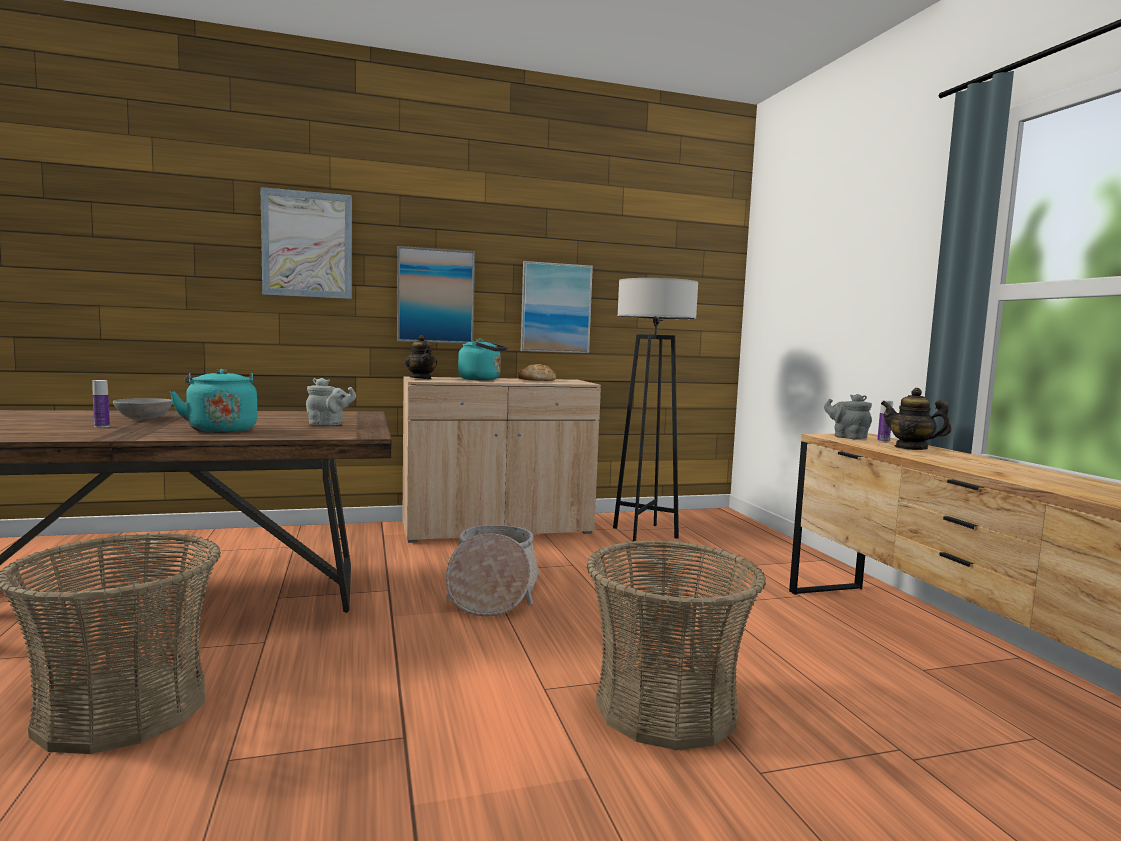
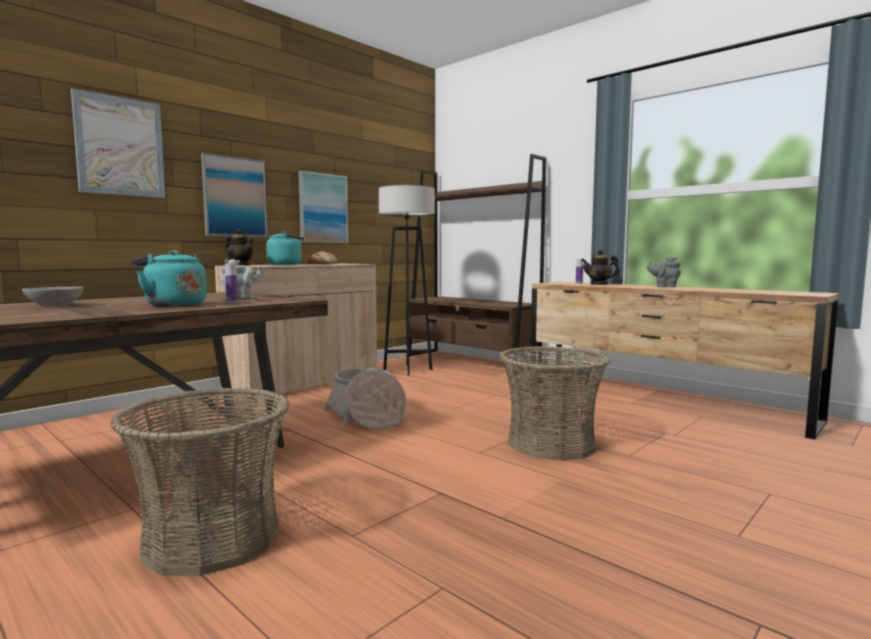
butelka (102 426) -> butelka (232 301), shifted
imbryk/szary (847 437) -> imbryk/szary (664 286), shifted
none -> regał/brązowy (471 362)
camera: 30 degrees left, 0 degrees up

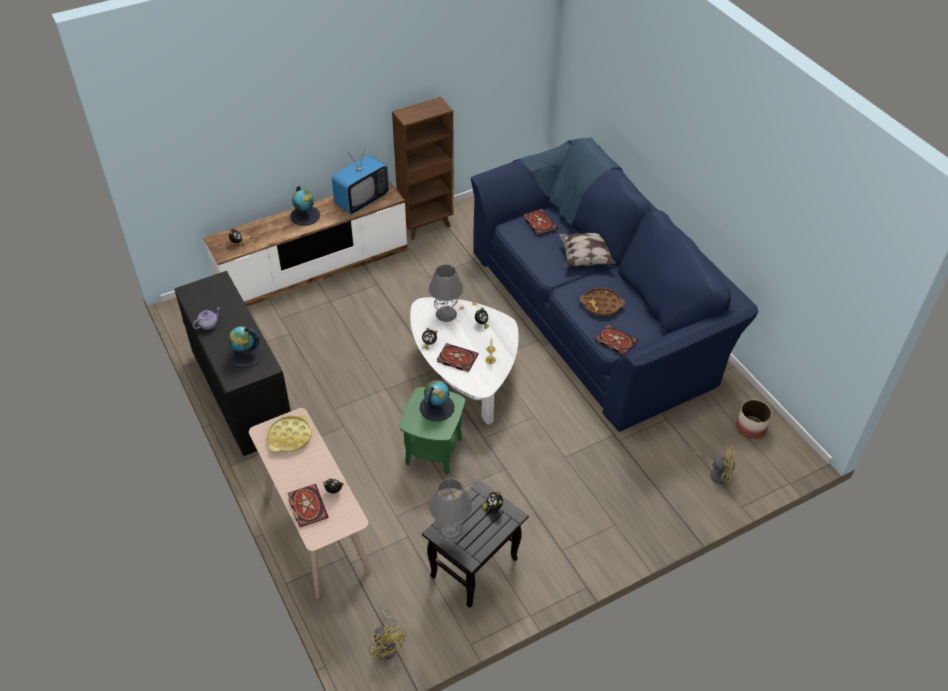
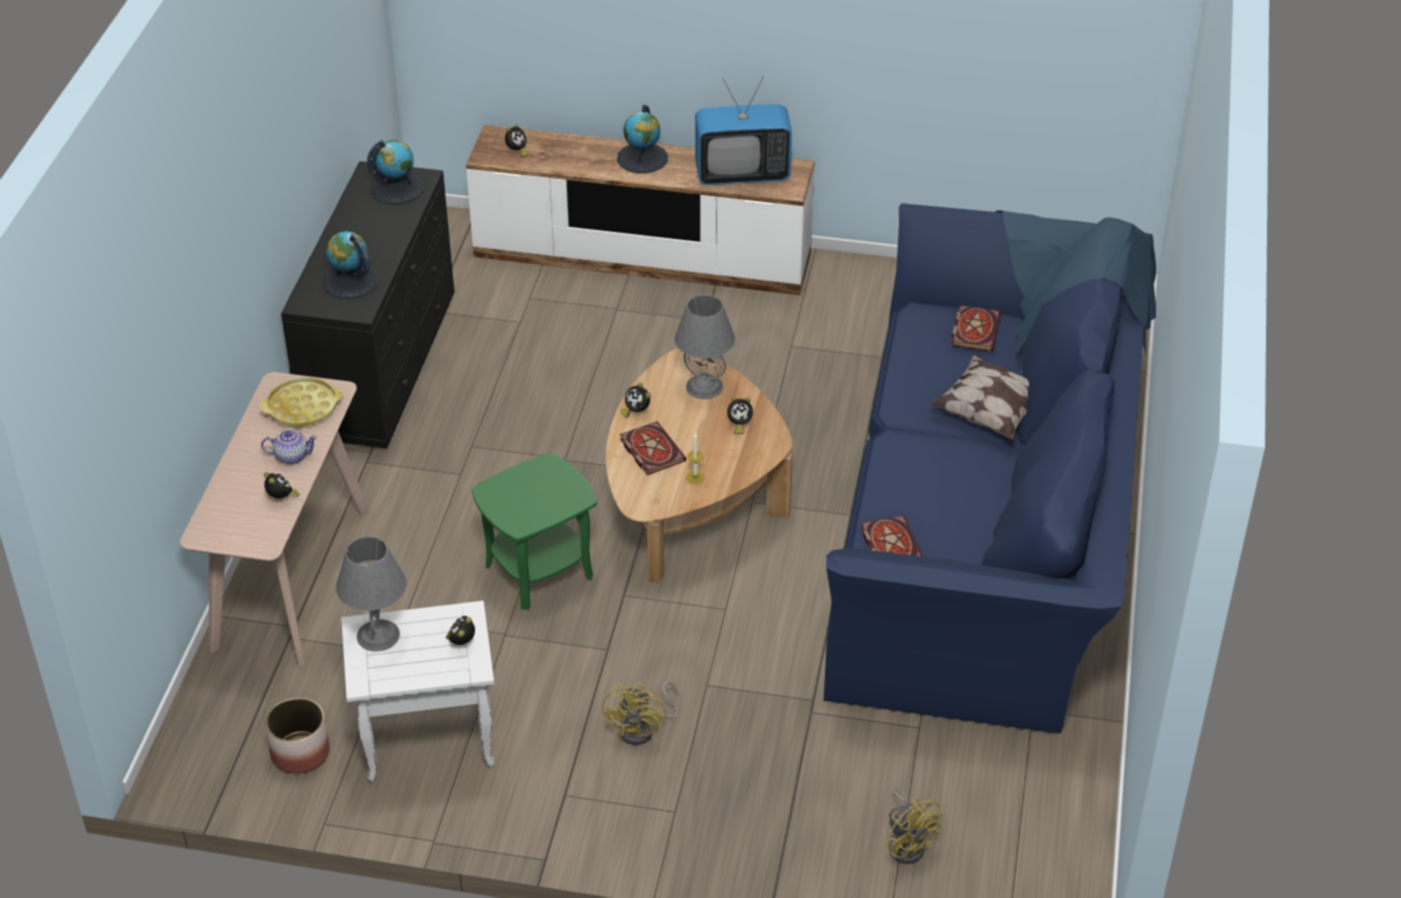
regał/brązowy (426 225) -> none
taca/brązowy (601 305) -> none
ława/biały (465 375) -> ława/brązowy (691 501)
imbryk (208 325) -> imbryk (291 456), shifted
globus (436 407) -> globus (397 188), shifted
donica (750 427) -> donica (300 752), shifted
stolik/czarny (474 570) -> stolik/biały (426 742)
książka (306 506) -> none
wentylator/żółty (388 645) -> wentylator/żółty (643 729), shifted
camera: 40 degrees right, 5 degrees down

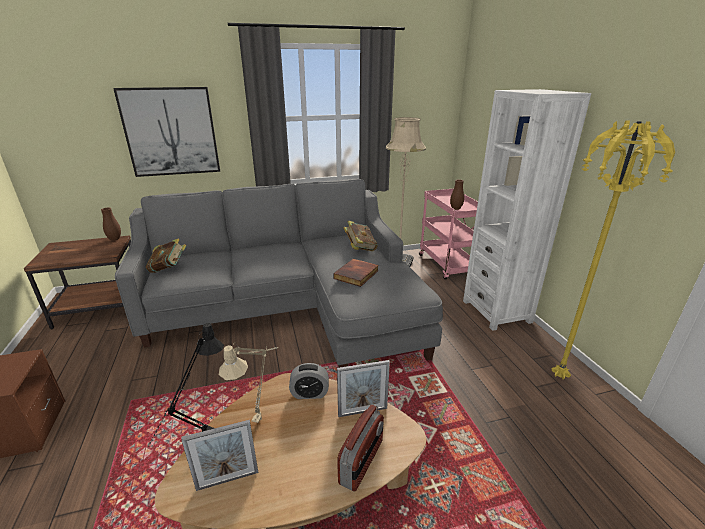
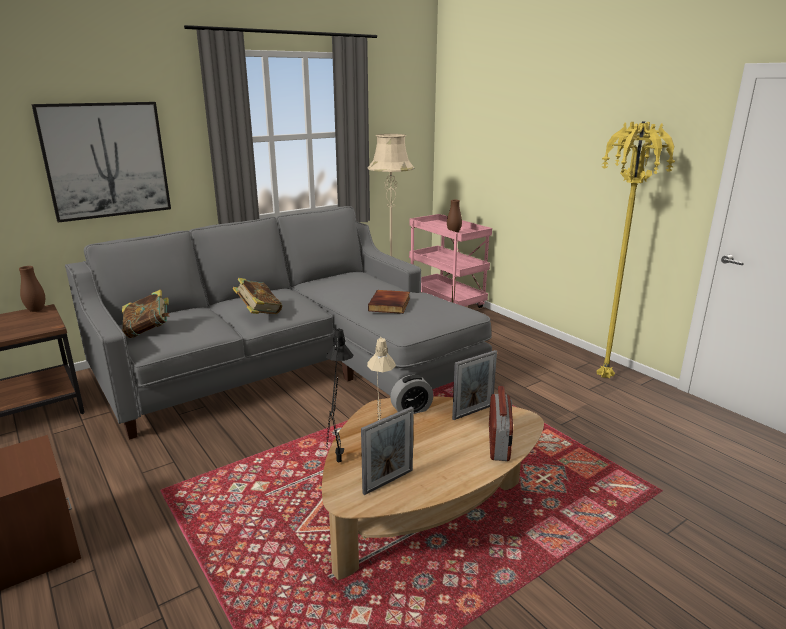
regał/biały (496 311) -> none
książka (360 248) -> książka (259 313), shifted
camera: 20 degrees left, 5 degrees down

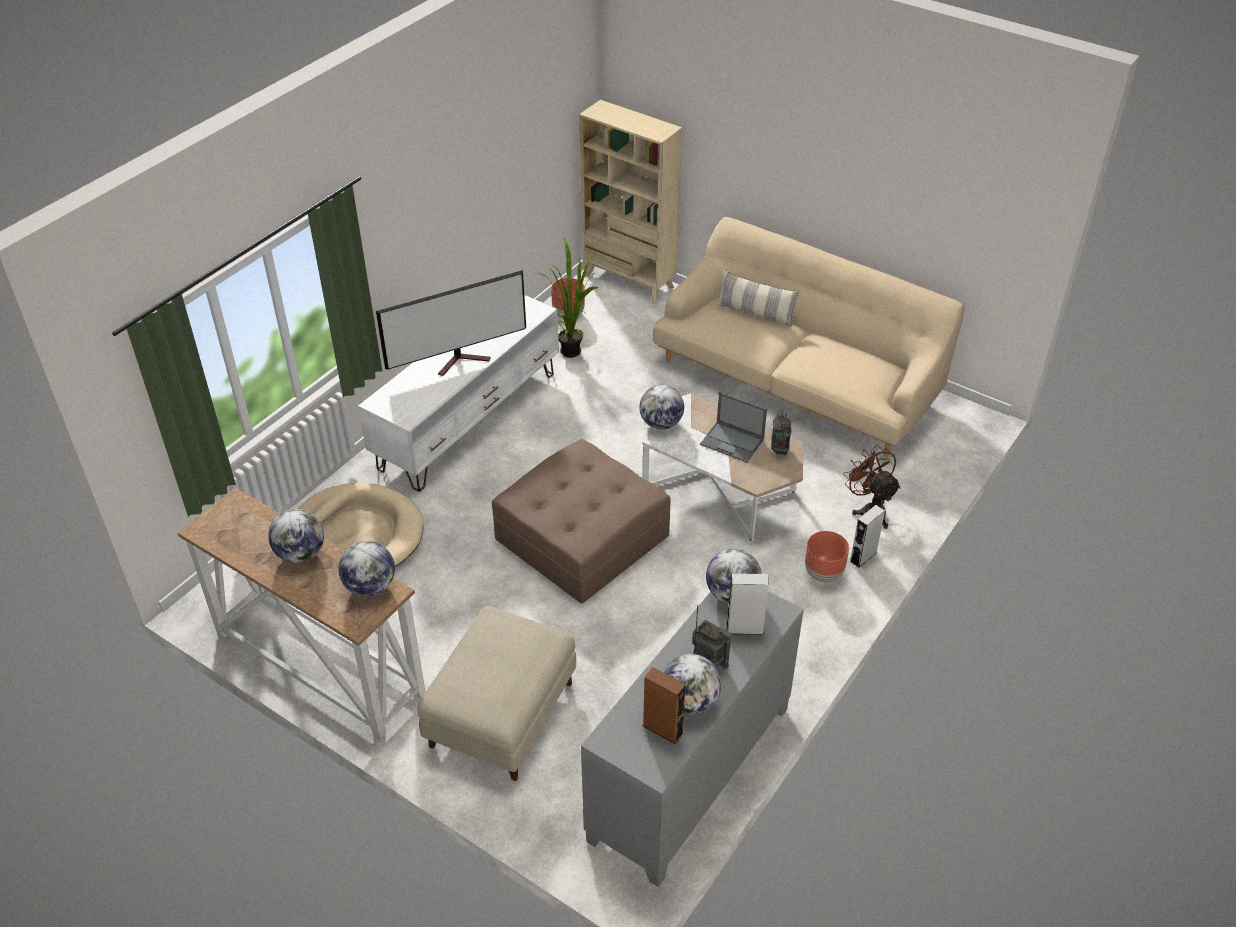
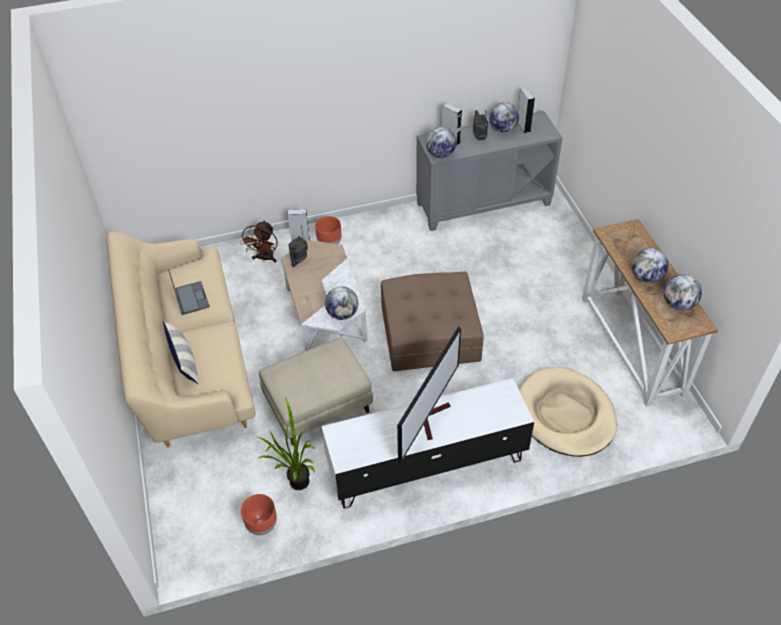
regał/beżowy (629 281) -> none
telewizor (462 361) -> telewizor (431 417), 105 degrees clockwise
laptop (732 442) -> laptop (191 297), shifted
globus (370 586) -> globus (678 304), shifted
pufa/beżowy (502 713) -> pufa/beżowy (317 406), shifted
głośnik/brązowy (663 729) -> głośnik/szary (523 126)
camera: 140 degrees left, 5 degrees up

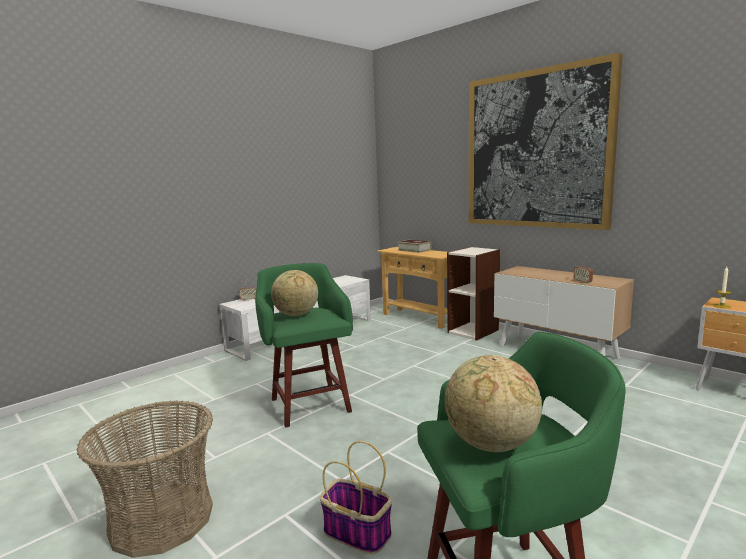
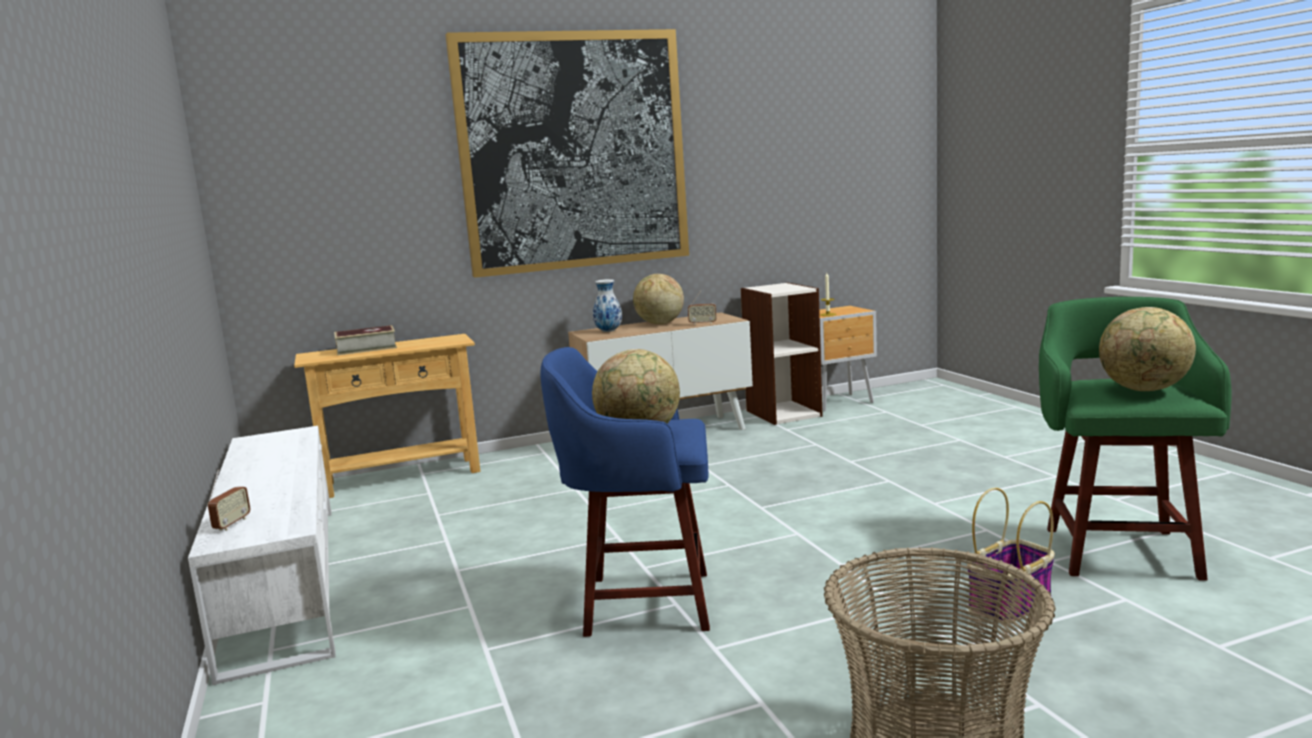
regał (473 331) -> regał (783 413), shifted
stołek/zielony (309 404) -> stołek/niebieski (642 603)
none -> globus (659 324)
none -> wazon (609 331)
camera: 65 degrees left, 0 degrees up

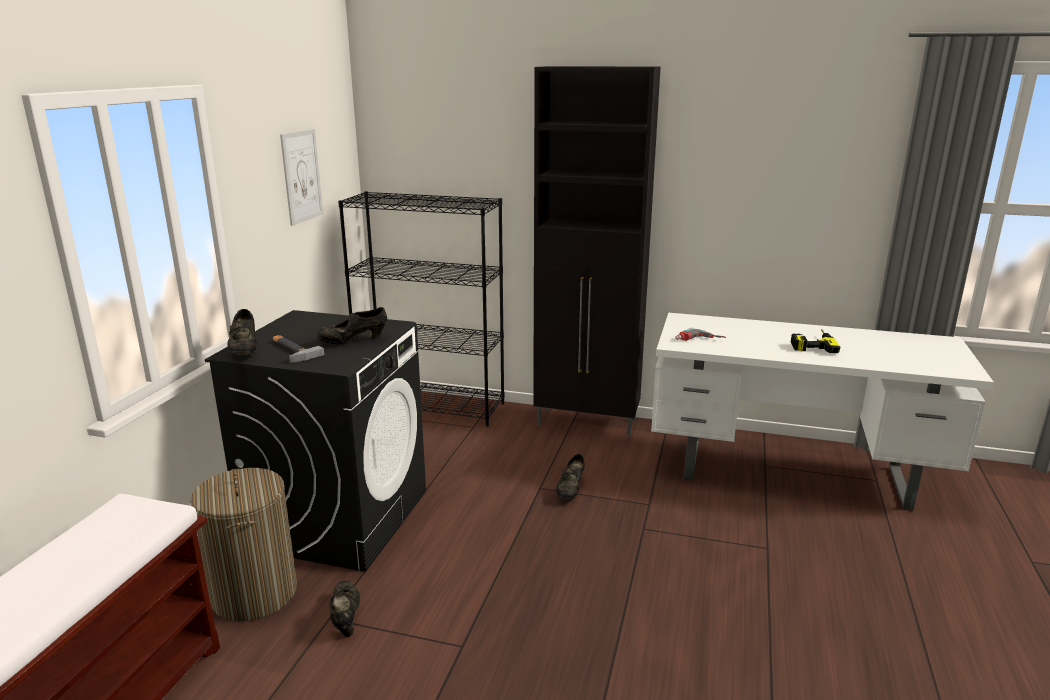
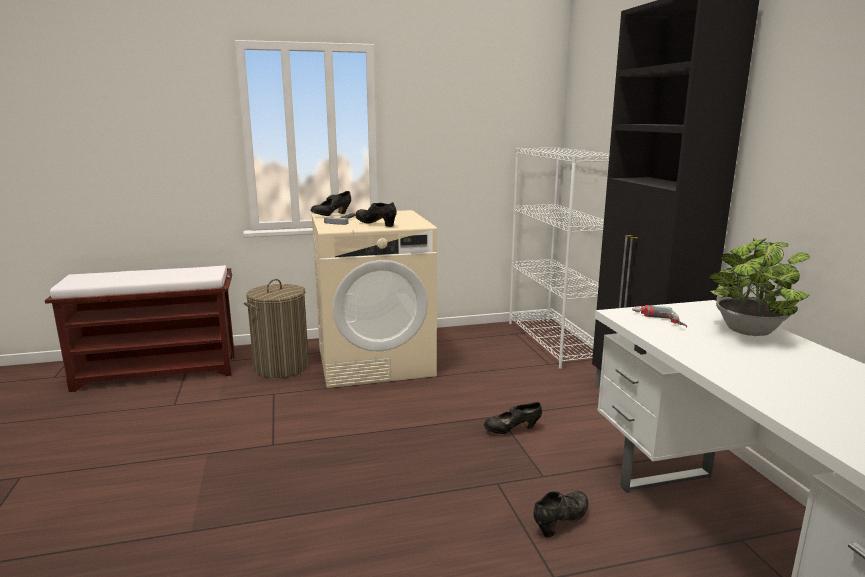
obraz (302 176) -> none
regał/czarny (432 406) -> regał/biały (554 342)
pralka/czarny (339 517) -> pralka/beżowy (375 361)
wiertarka (811 343) -> none
but/czarny (345 617) -> but/czarny (561 522), shifted
none -> roślina doniczkowa (748 333)
camera: 60 degrees right, 5 degrees down

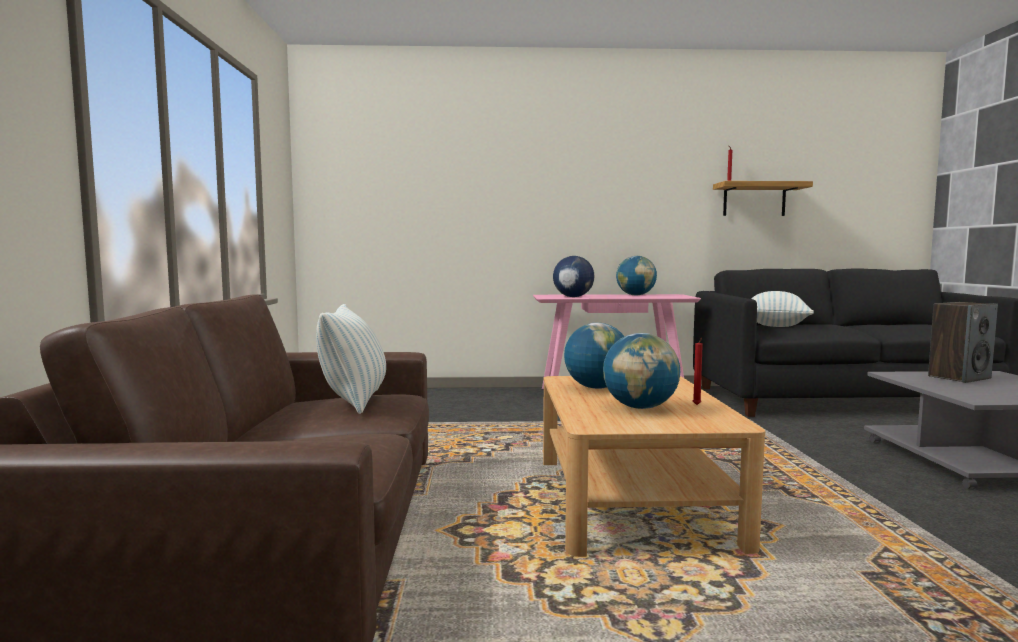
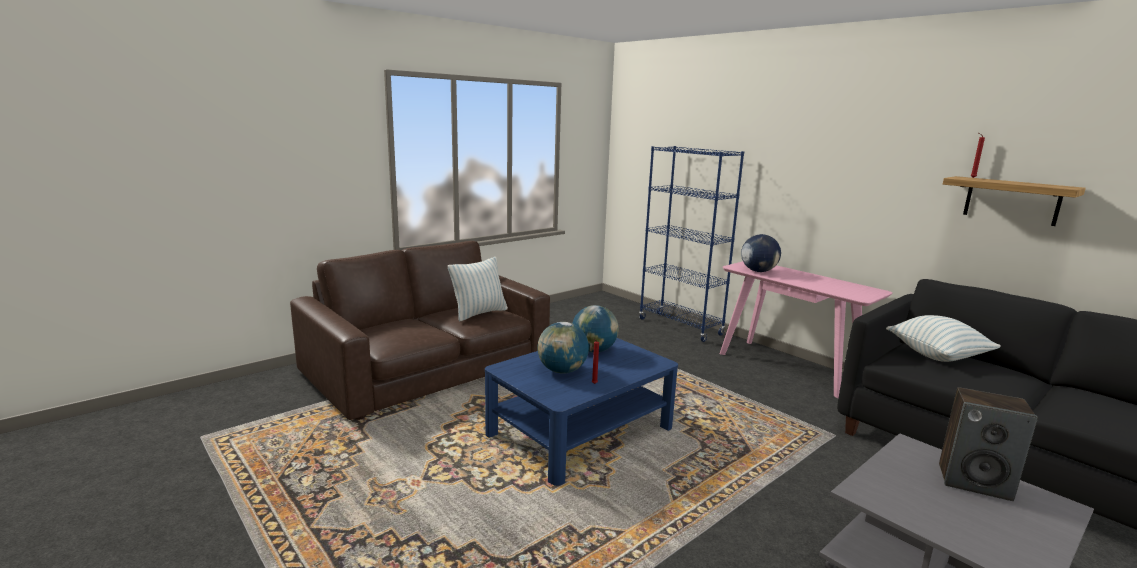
globus (636 295) -> none
ława/beżowy (632 499) -> ława/niebieski (580 431)
none -> regał/niebieski (680 327)
camera: 50 degrees right, 10 degrees up

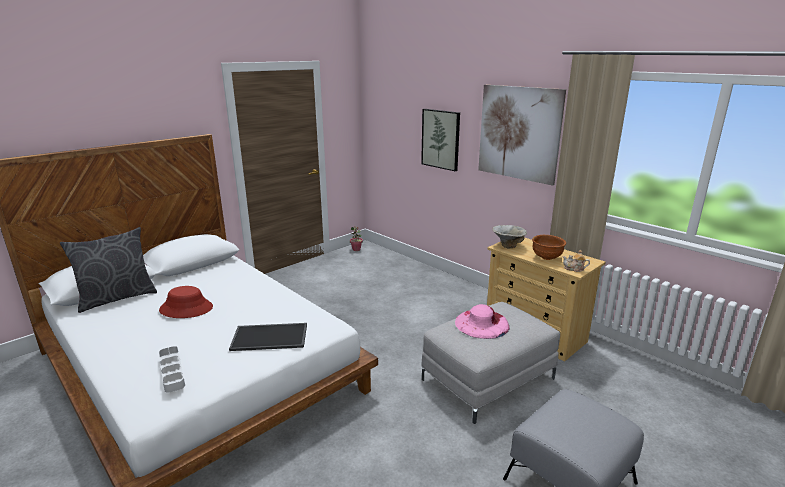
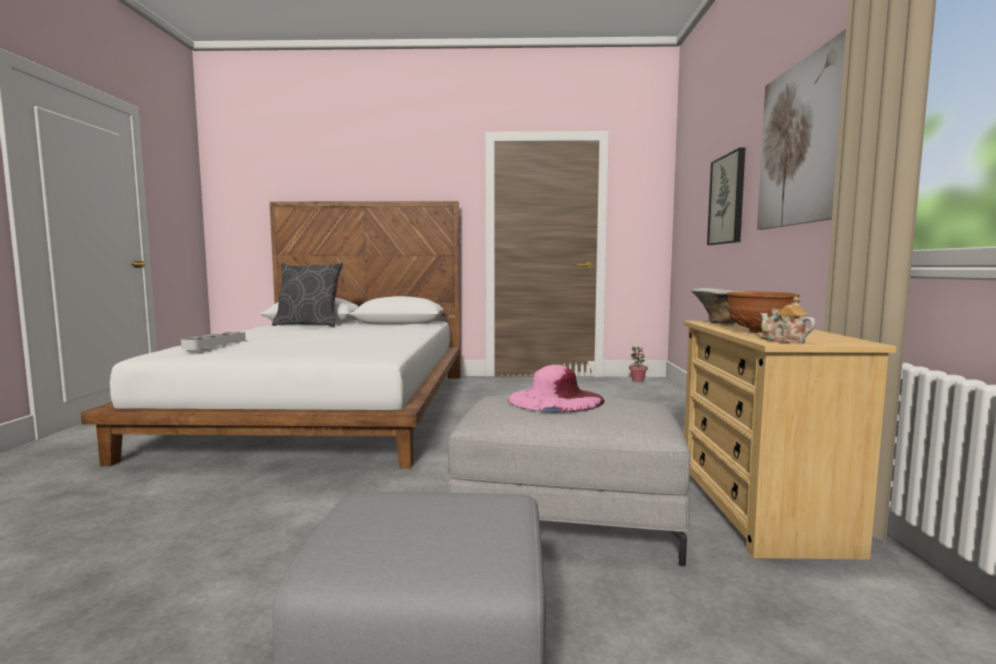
kapelusz/czerwony (186 308) -> none
taca (270 336) -> none
camera: 45 degrees right, 15 degrees down

